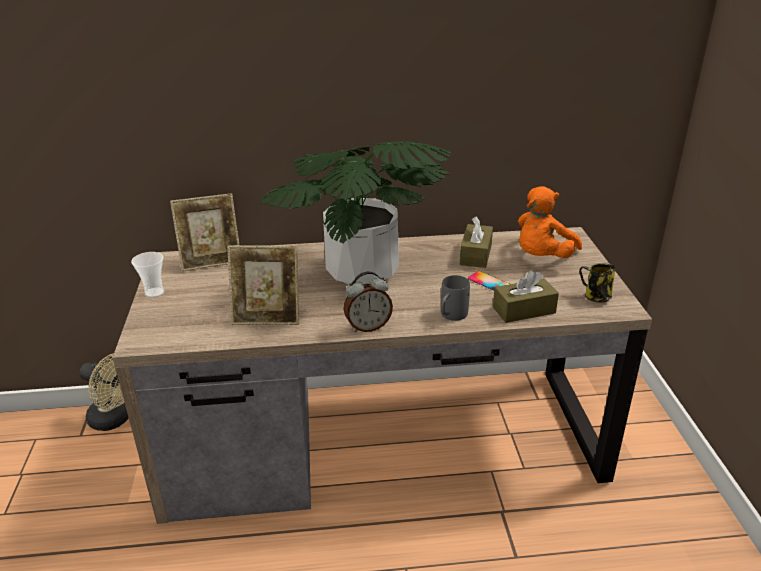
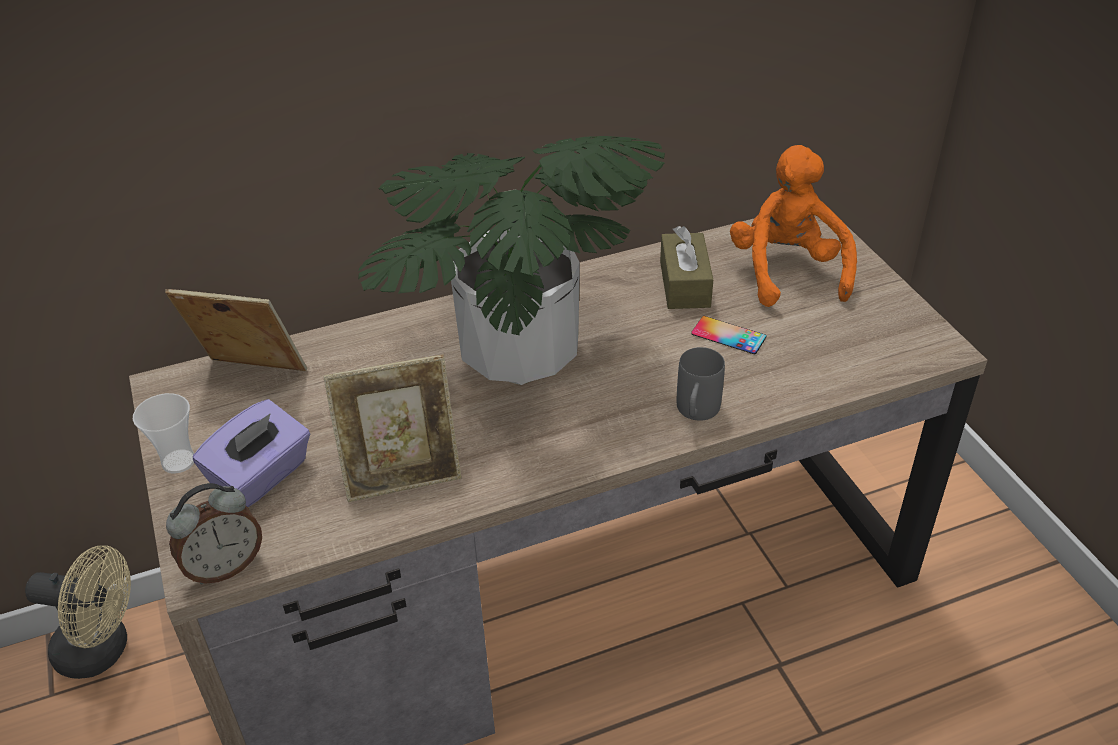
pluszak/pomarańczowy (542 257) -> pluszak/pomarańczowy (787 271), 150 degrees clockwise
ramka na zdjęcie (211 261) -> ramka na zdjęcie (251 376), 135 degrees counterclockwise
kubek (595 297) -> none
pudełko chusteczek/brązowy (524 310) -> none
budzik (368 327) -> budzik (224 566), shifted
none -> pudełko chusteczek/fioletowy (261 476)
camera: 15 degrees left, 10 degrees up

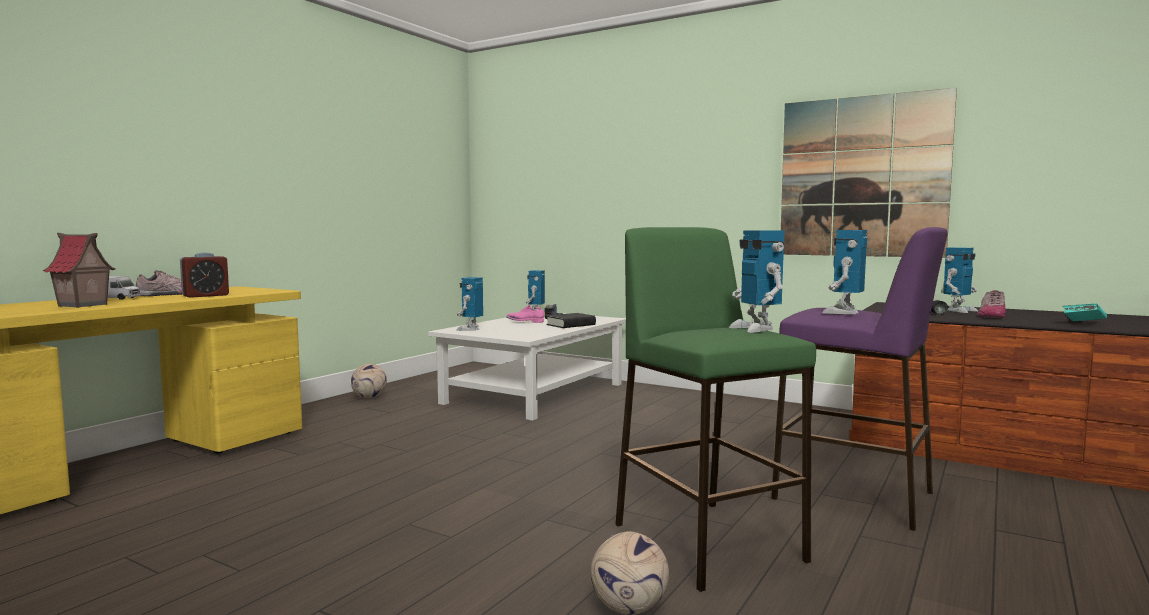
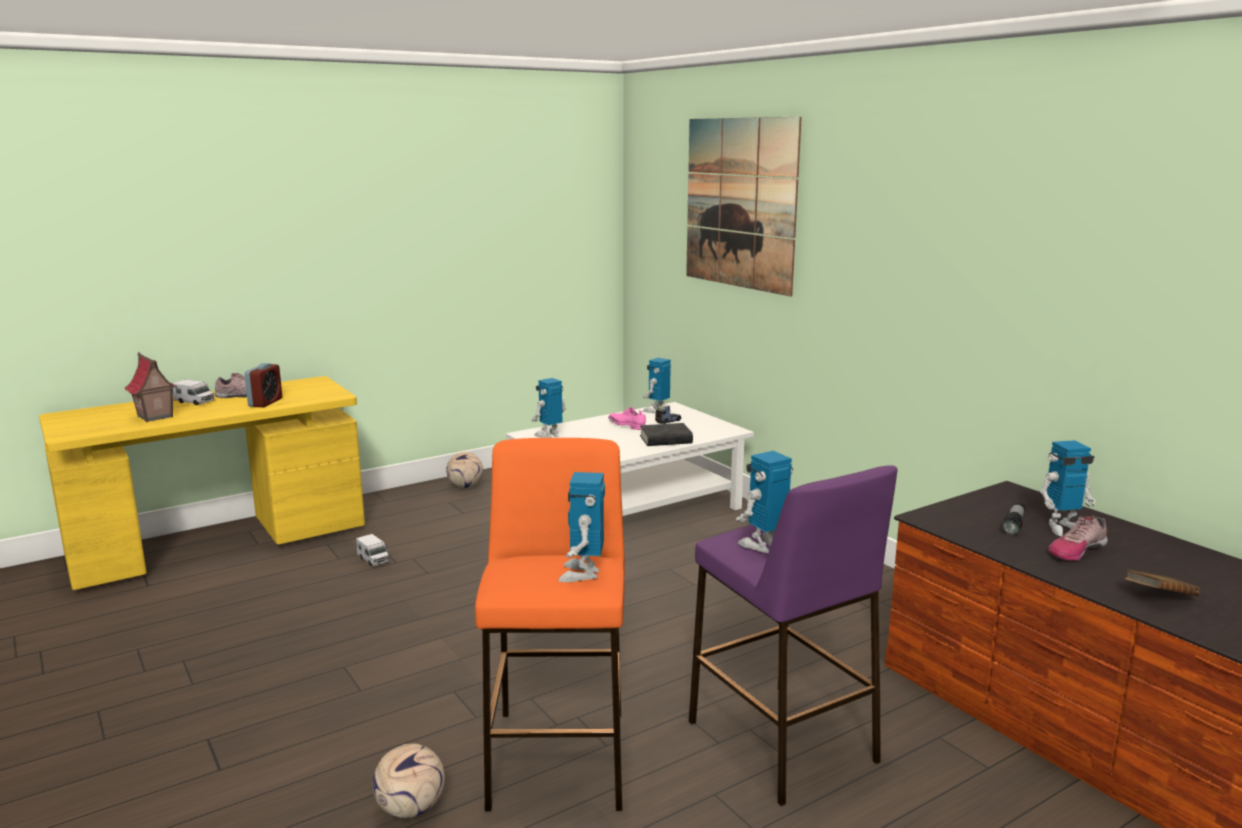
obraz (862 177) -> obraz (740 203), shifted
stołek/zielony (706 541) -> stołek/pomarańczowy (558 757)
budzik (205 295) -> budzik (265 402), 60 degrees counterclockwise
książka/turkusowy (1083 323) -> książka/brązowy (1159 597)
none -> ciężarówka zabawkowa (373 559)
camera: 25 degrees right, 10 degrees up

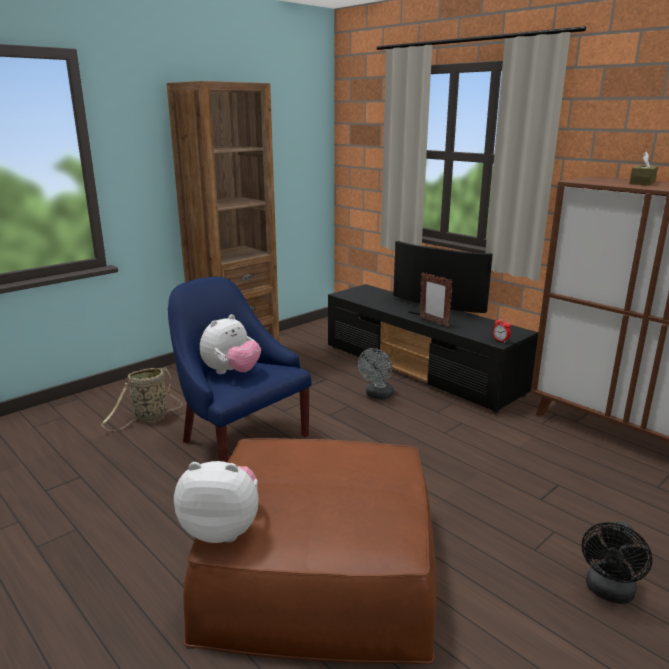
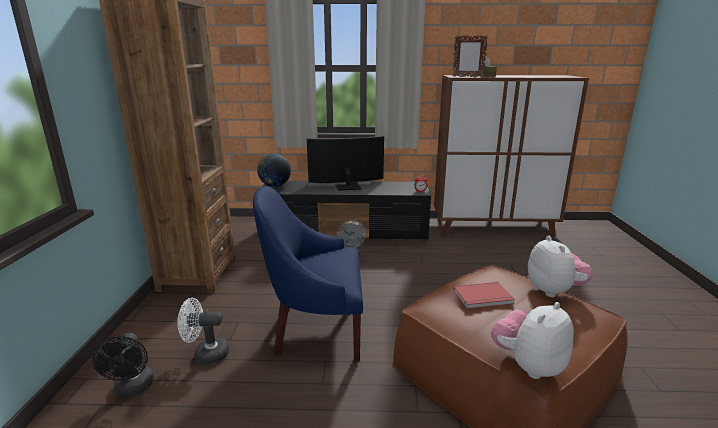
ramka na zdjęcie (433 322) -> ramka na zdjęcie (467 77), shifted
pluszak (231 372) -> pluszak (554 291), shifted
koszyk (149 418) -> wentylator/biały (206 354)
wentylator/czarny (608 592) -> wentylator/czarny (133 389), shifted
none -> globus (275 186)
none -> książka/czerwony (483 298)
camera: 45 degrees left, 0 degrees up

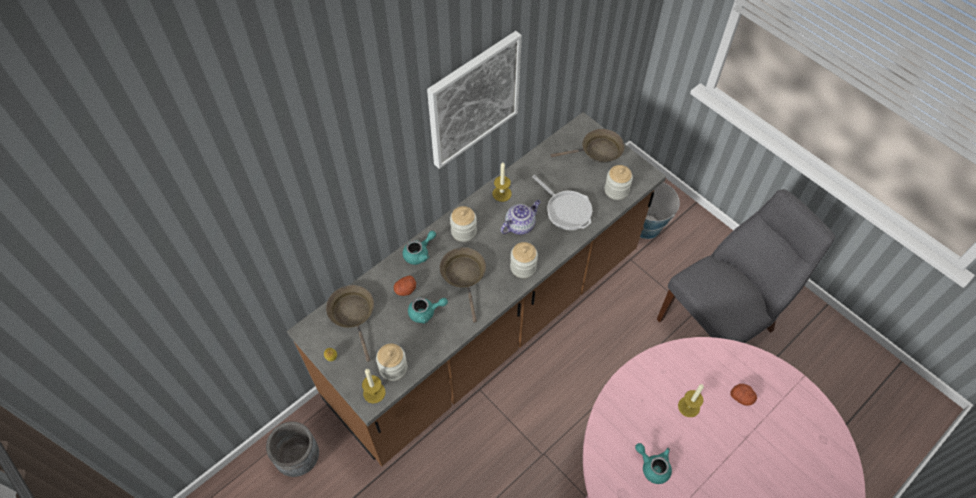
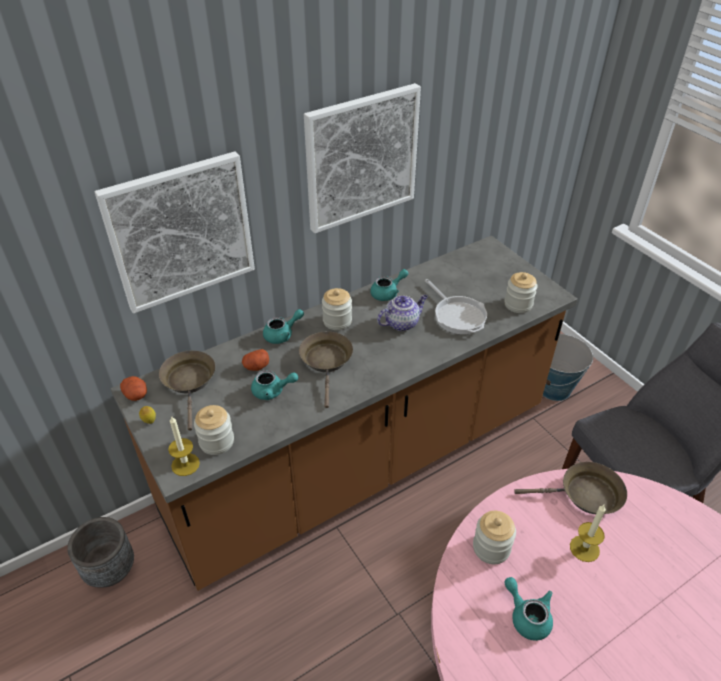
patelnia/brązowy (598 151) -> patelnia/brązowy (585 495), shifted
świeca (502 193) -> imbryk/turkusowy (388 293)
słoik (523 267) -> słoik (491 547), shifted
ziemniak (742 397) -> ziemniak (136 395), shifted
none -> obraz (181 232)
camera: 10 degrees right, 15 degrees down

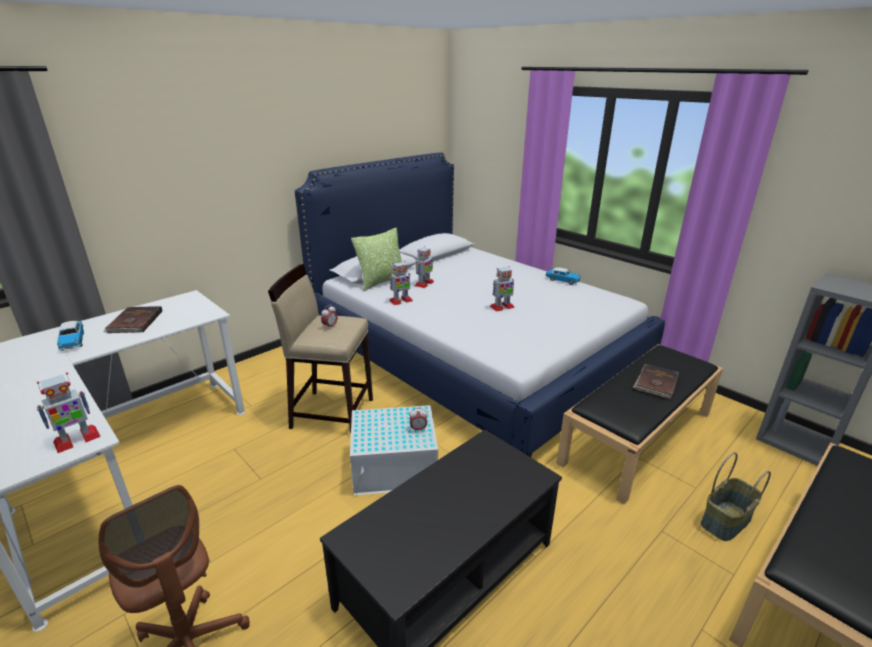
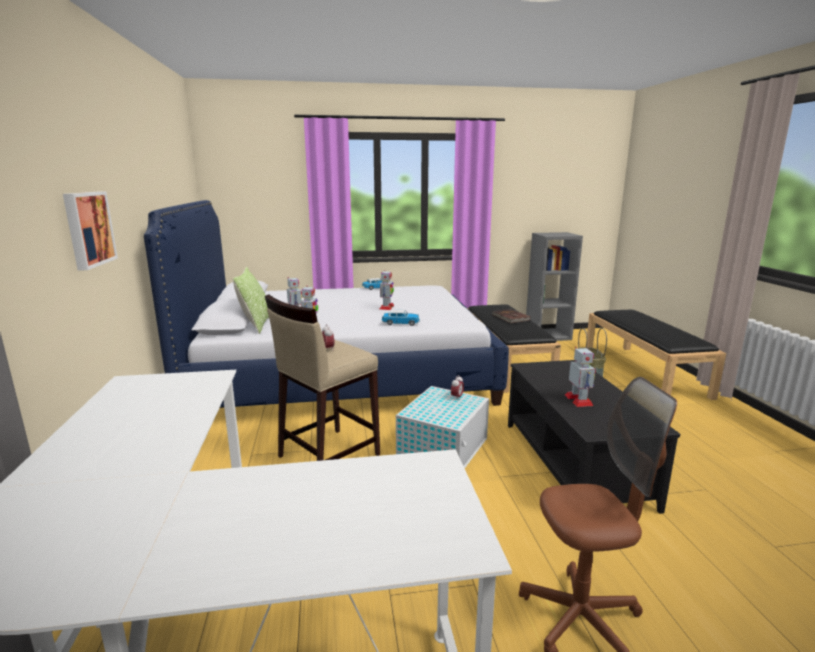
książka/brązowy (134 322) -> none
samochodzik (73 341) -> samochodzik (401 323), shifted
robot zabawkowy (76 439) -> robot zabawkowy (579 400), shifted
none -> obraz (87 229)
camera: 55 degrees left, 10 degrees down

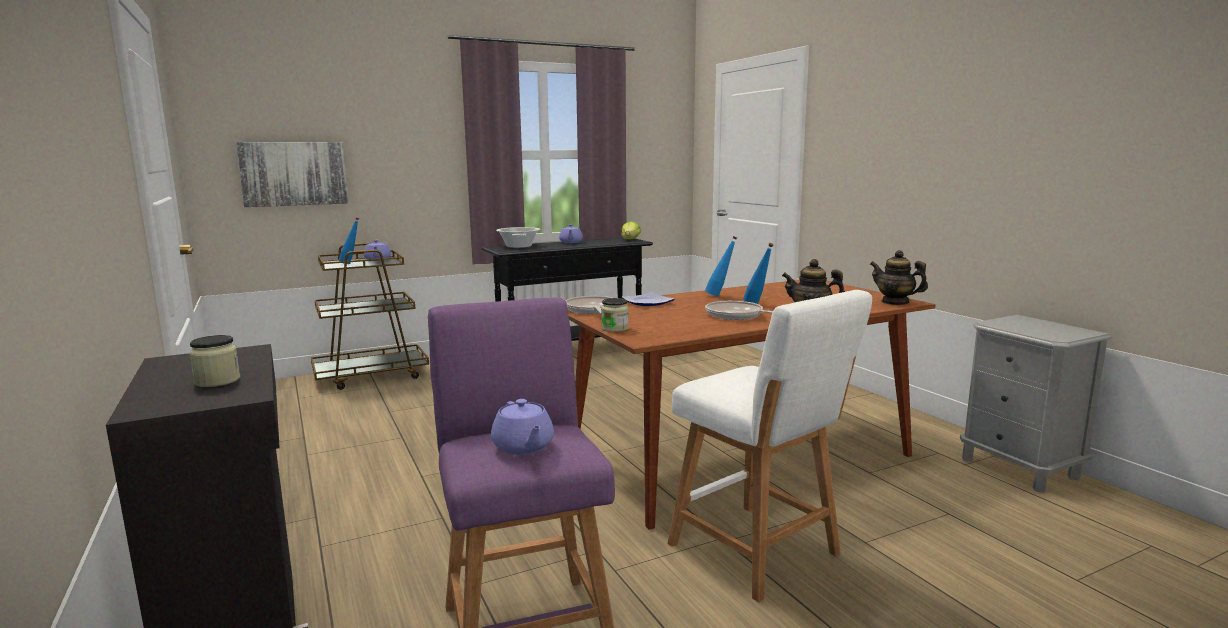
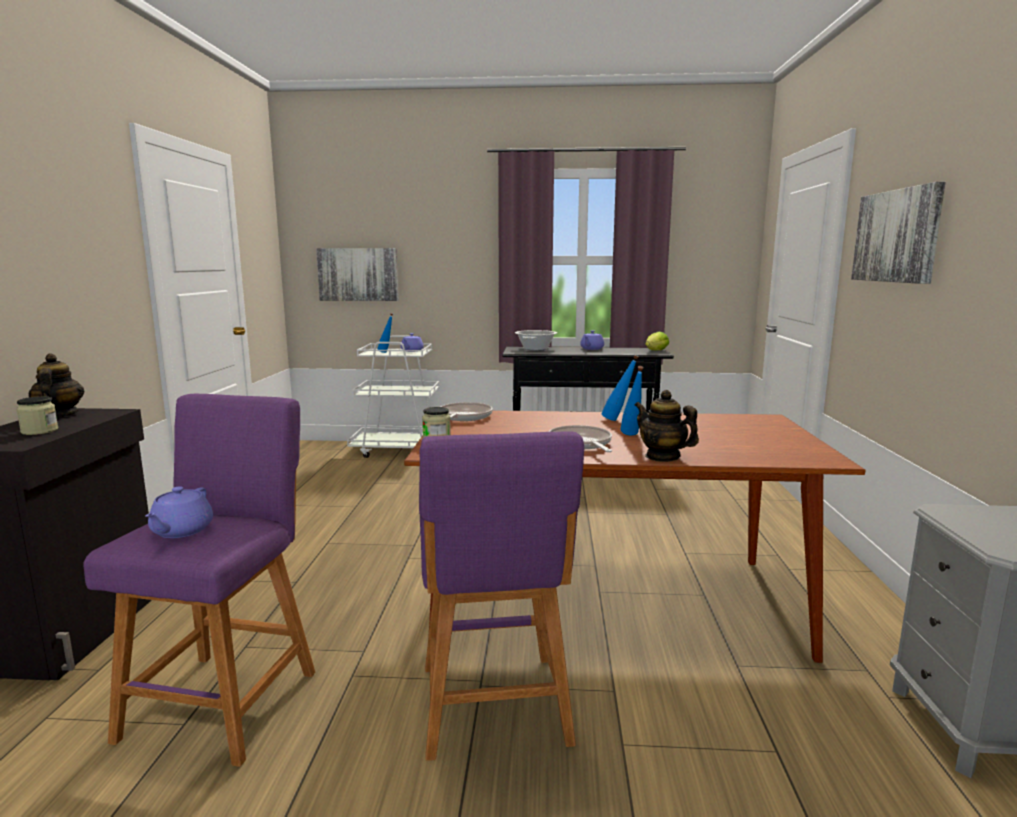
wózek/brązowy (371 375) -> wózek/biały (400 450)
imbryk (895 302) -> imbryk (59 415), shifted
stołek/biały (759 553) -> stołek/fioletowy (494 710)
talerz (647 303) -> none
none -> obraz (897 236)
camera: 30 degrees right, 0 degrees up

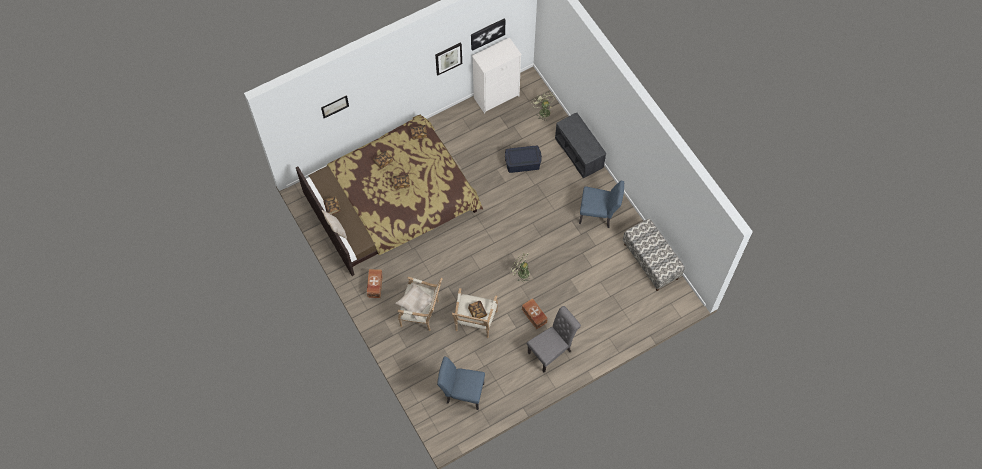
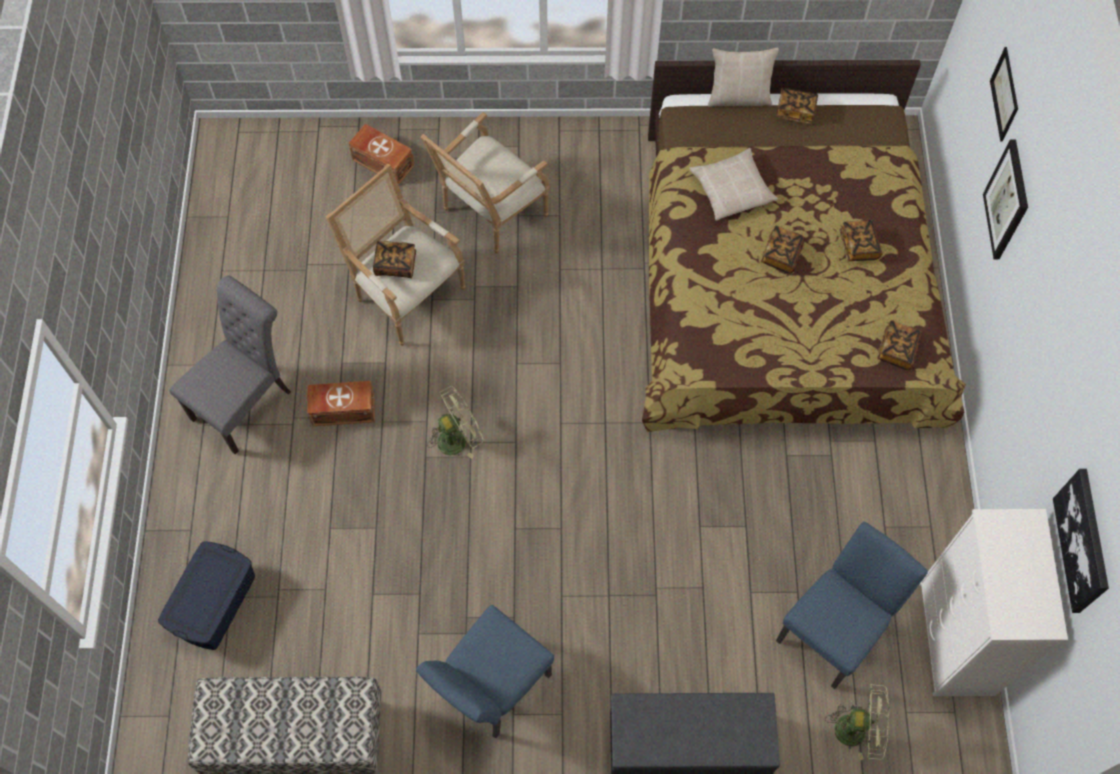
obraz (448 58) -> obraz (1007 200), shifted
pojemnik do przechowywania/niebieski (522 163) -> pojemnik do przechowywania/niebieski (213 603), shifted
pojemnik do przechowywania/brązowy (374 286) -> pojemnik do przechowywania/brązowy (383 161), shifted
poduszka/beżowy (415 303) -> poduszka/beżowy (732 189), shifted
krzesło/szary (552 351) -> krzesło/szary (247 401), 135 degrees counterclockwise
krzesło/niebieski (462 392) -> krzesło/niebieski (835 628), shifted
camera: 120 degrees right, 0 degrees up

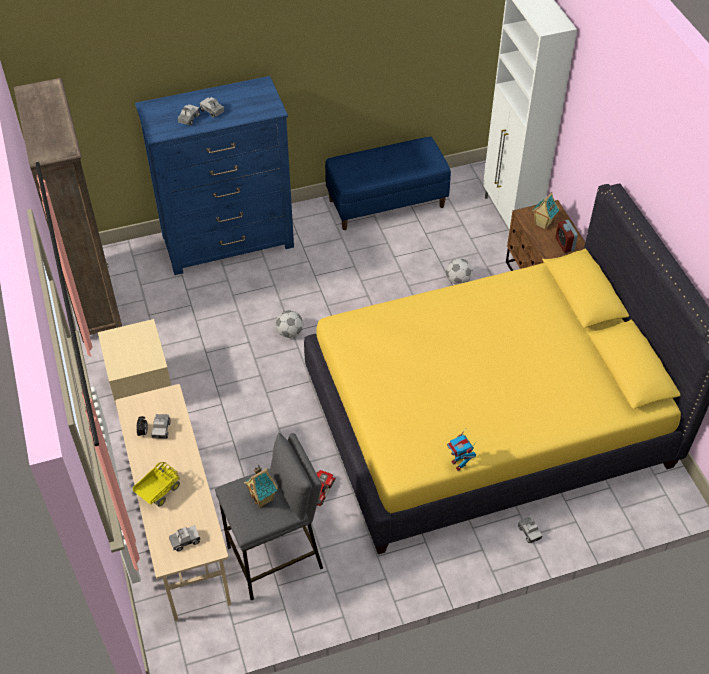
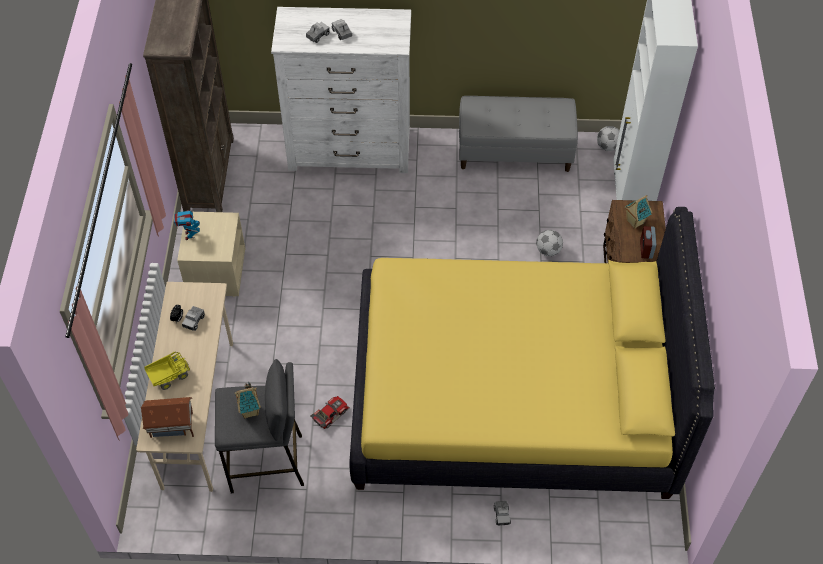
komoda/niebieski (228 241) -> komoda/biały (350 150)
ławka/niebieski (386 203) -> ławka/szary (515 152)
piłka futbolowa (290 333) -> piłka futbolowa (607 146), shifted
robot zabawkowy (459 464) -> robot zabawkowy (189 235), shifted
ciężarówka zabawkowa (185 541) -> domek (172 427)
camera: 20 degrees right, 5 degrees up

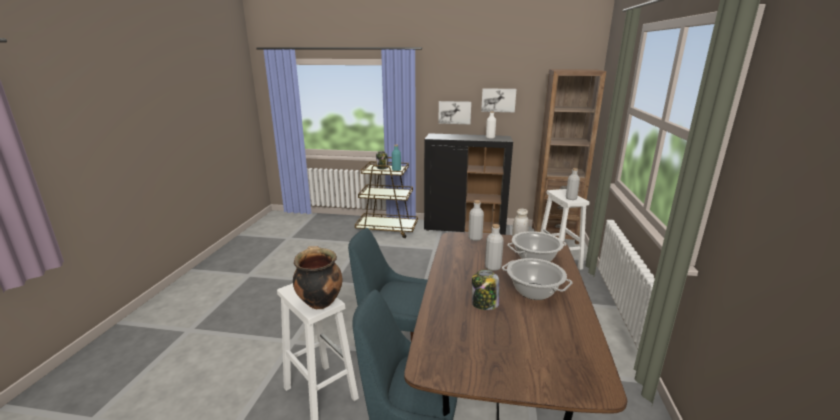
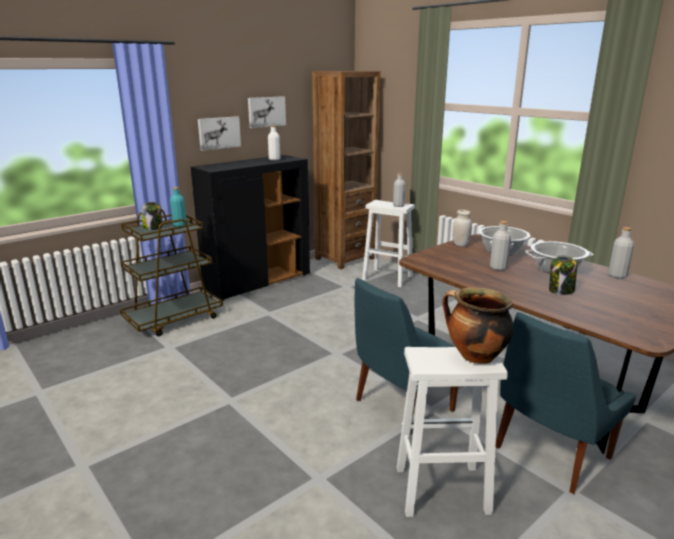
butelka/szary (475 238) -> butelka/szary (617 275), shifted
camera: 50 degrees left, 0 degrees up

